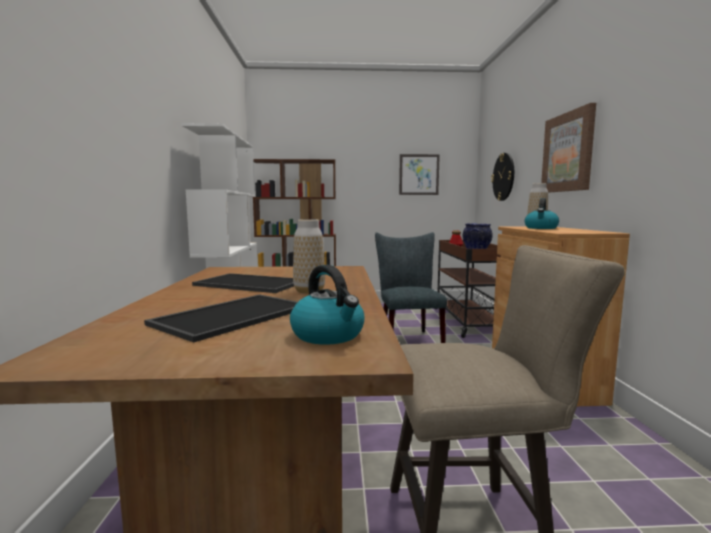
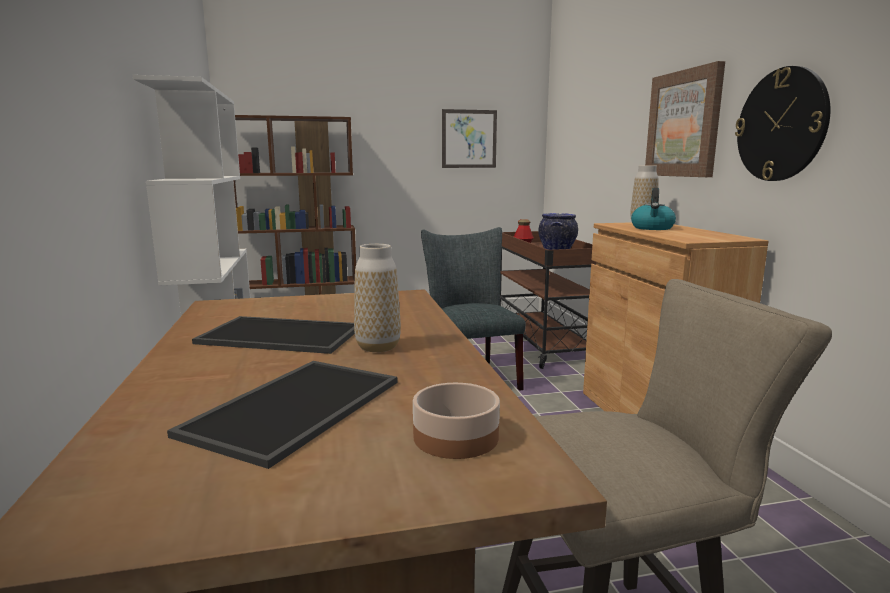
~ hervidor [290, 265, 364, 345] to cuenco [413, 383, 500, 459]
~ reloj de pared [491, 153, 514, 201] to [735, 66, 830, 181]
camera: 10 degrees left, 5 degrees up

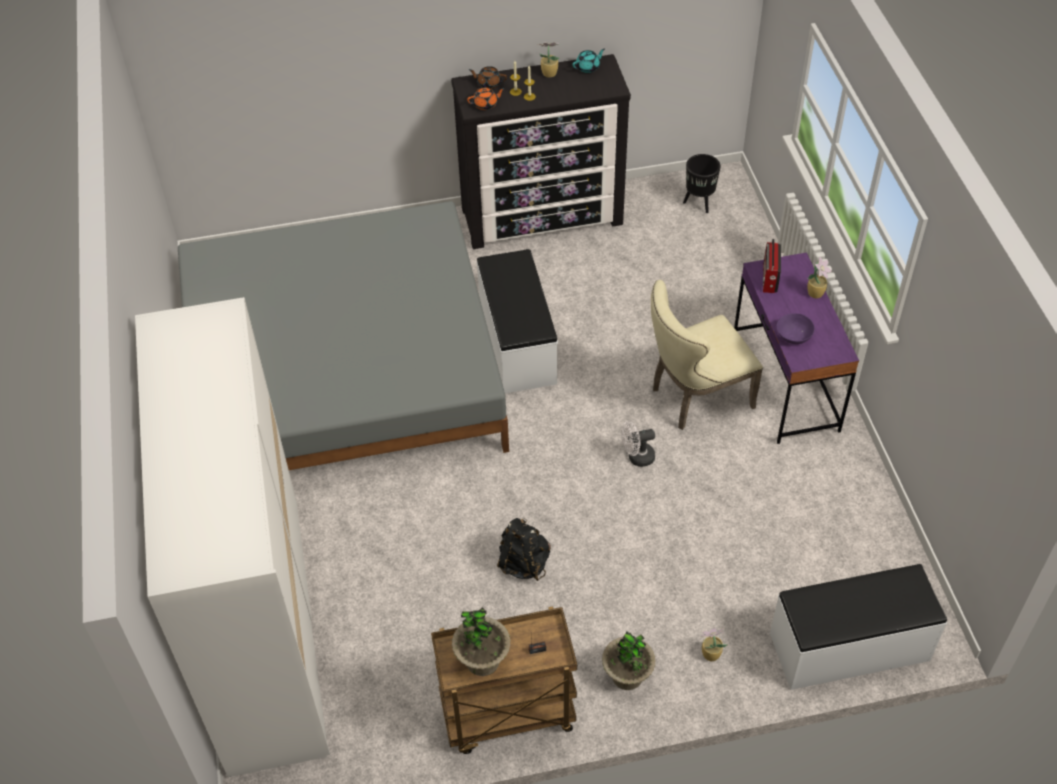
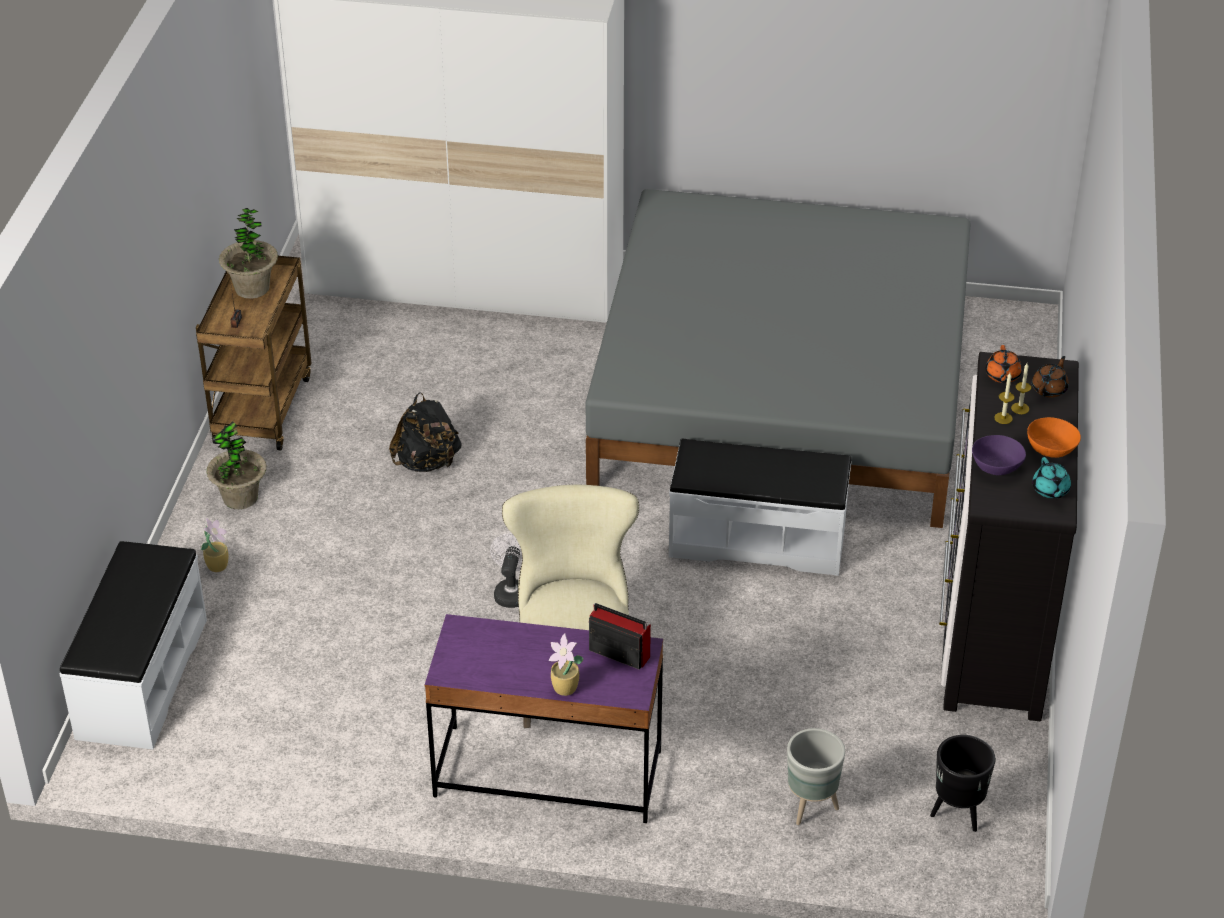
~ planta en maceta [537, 42, 559, 78] to cuenco/naranja [1027, 417, 1081, 458]
~ cuenco/morado [777, 313, 815, 344] to [972, 435, 1026, 475]
+ maceta/gris [787, 728, 845, 825]
camera: 110 degrees right, 10 degrees down

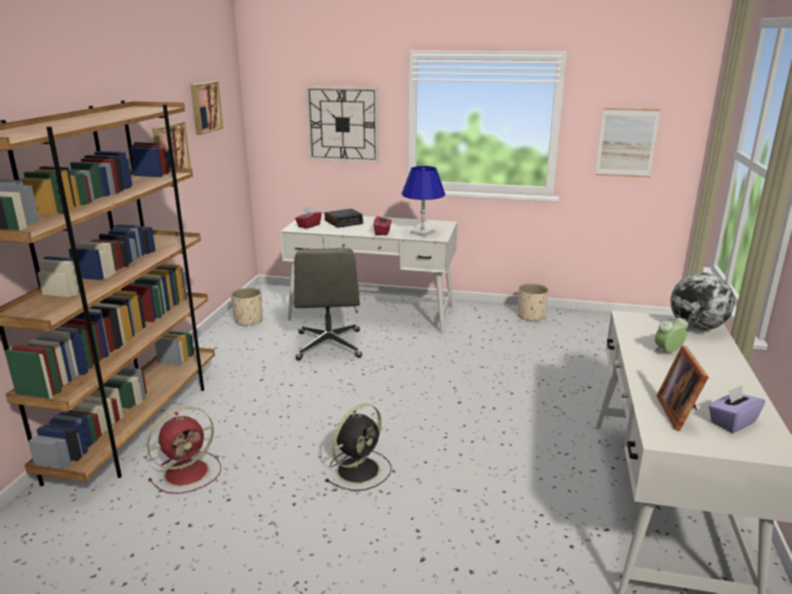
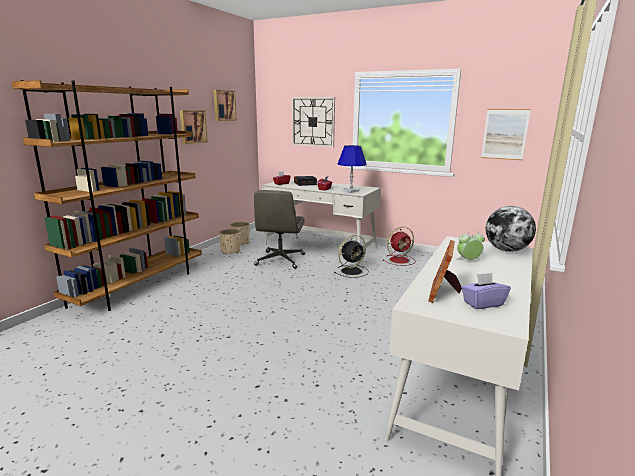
~ ventilador/rojo [147, 407, 221, 494] to [383, 227, 416, 266]
~ ventilador/negro [325, 403, 391, 491] to [334, 235, 369, 278]
~ maceta/beis [518, 284, 549, 322] to [219, 229, 240, 254]
camera: 15 degrees right, 5 degrees down

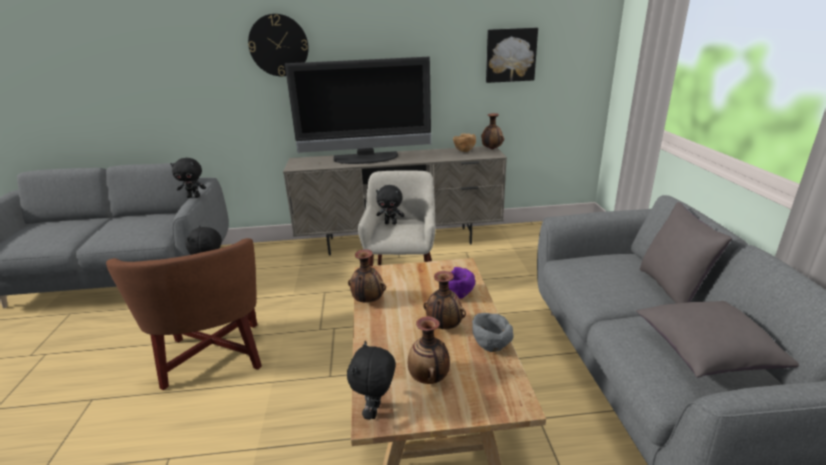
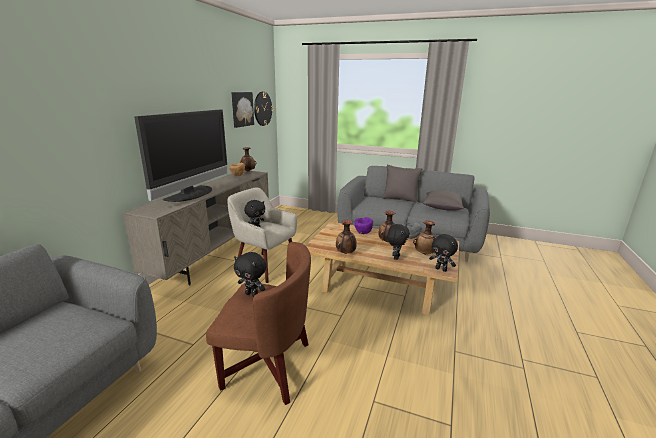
~ peluche/negro [170, 158, 206, 198] to [387, 224, 410, 260]
~ reloj de pared [248, 14, 309, 76] to [254, 92, 273, 126]
camera: 65 degrees left, 5 degrees down

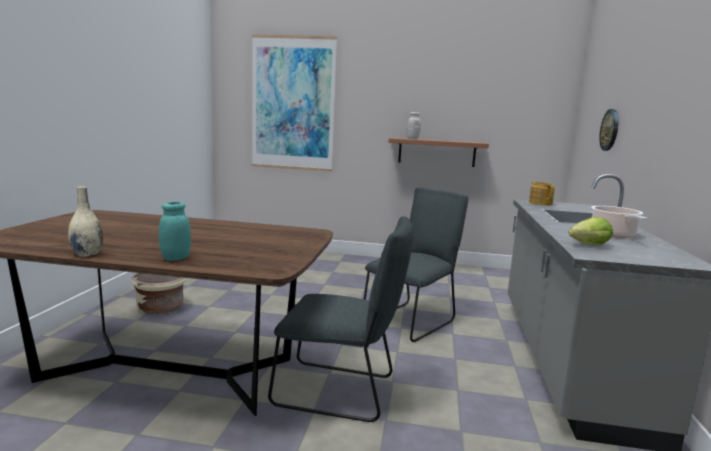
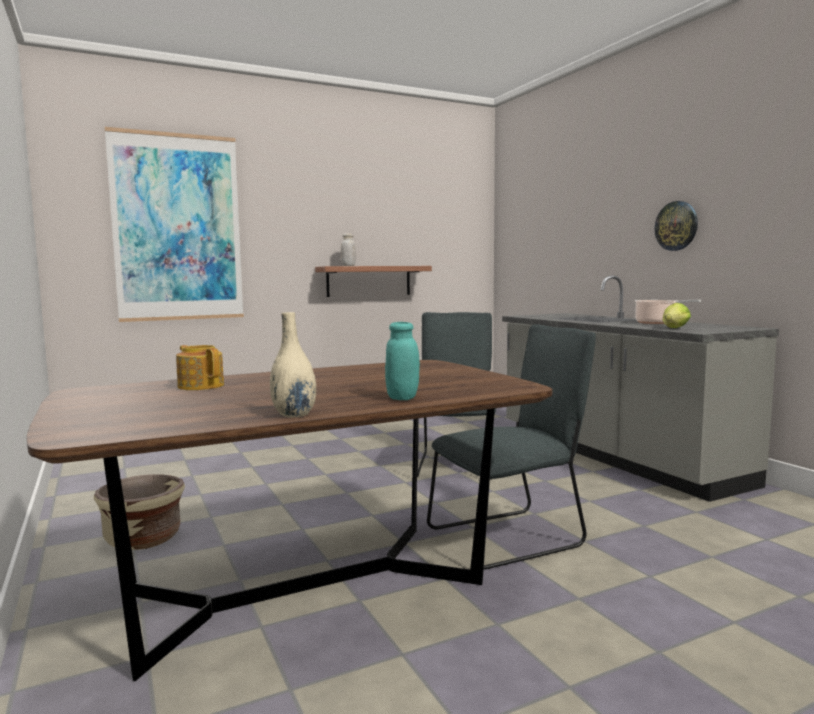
~ tetera [529, 181, 555, 205] to [176, 345, 224, 390]
~ reloj de pared [599, 109, 619, 151] to [655, 201, 698, 251]
camera: 35 degrees left, 5 degrees down

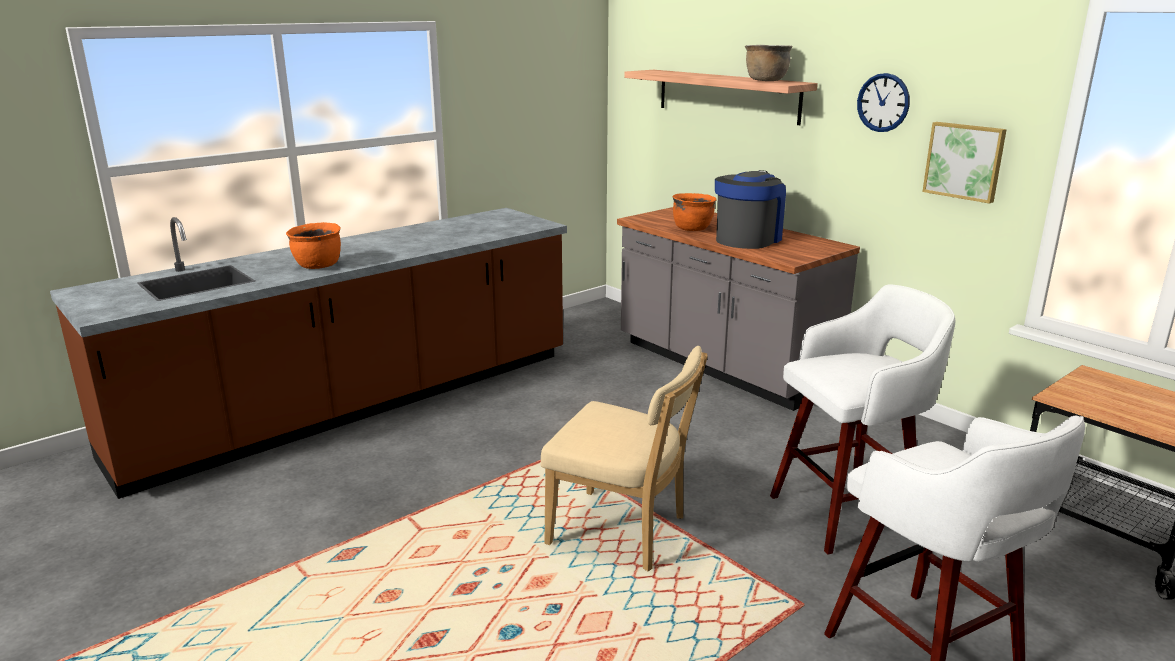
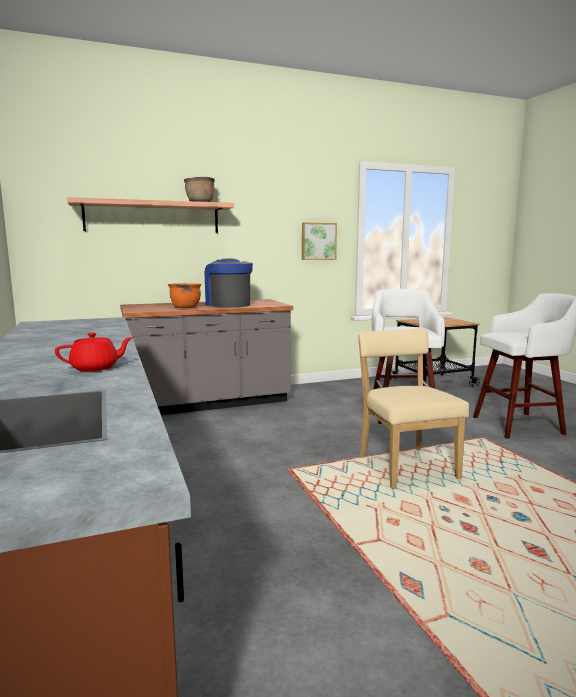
~ olla/naranja [286, 222, 341, 269] to tetera/rojo [55, 333, 133, 372]
~ silla/beis [541, 346, 708, 571] = [358, 329, 469, 488] 60 degrees counterclockwise
- reloj de pared [857, 73, 910, 132]
camera: 70 degrees left, 10 degrees down

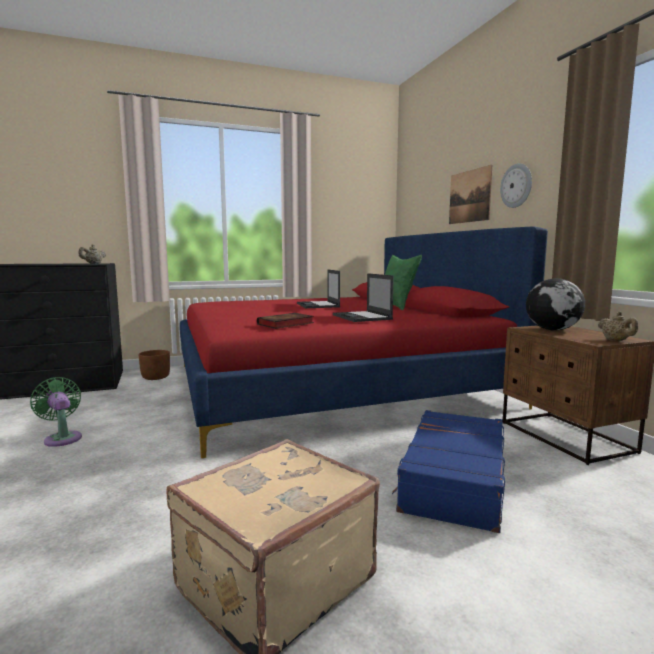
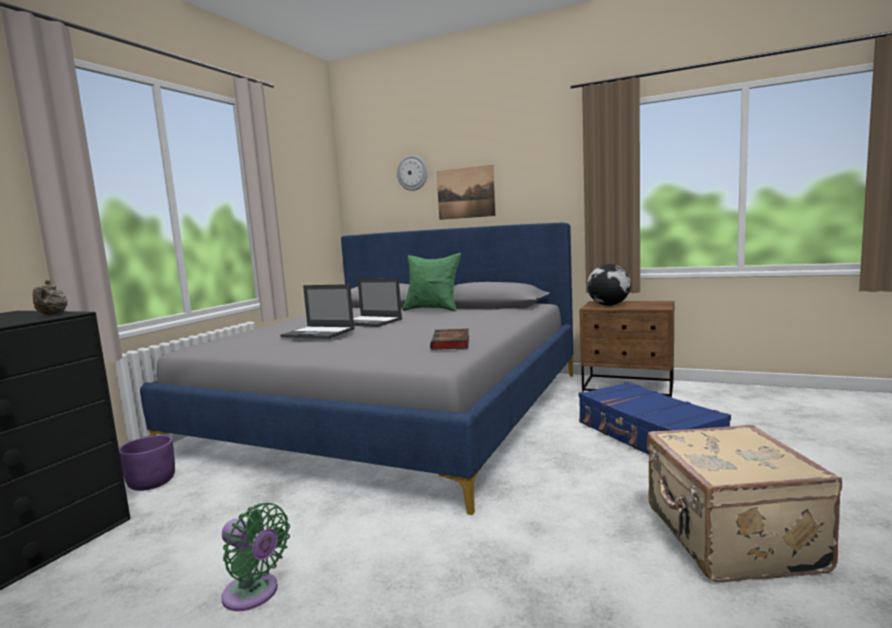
~ ventilador/verde [30, 377, 82, 447] = [221, 503, 290, 611] 150 degrees counterclockwise
~ maceta/marrón [138, 350, 170, 380] to maceta/morado [119, 435, 175, 491]
~ cama/rojo [180, 226, 548, 458] to cama/gris [140, 223, 573, 515]
~ portátil [333, 273, 394, 322] to [280, 284, 355, 339]
~ reloj de pared [500, 163, 532, 208] to [397, 155, 428, 191]
- tetera/beis [598, 312, 638, 341]
camera: 45 degrees left, 0 degrees up

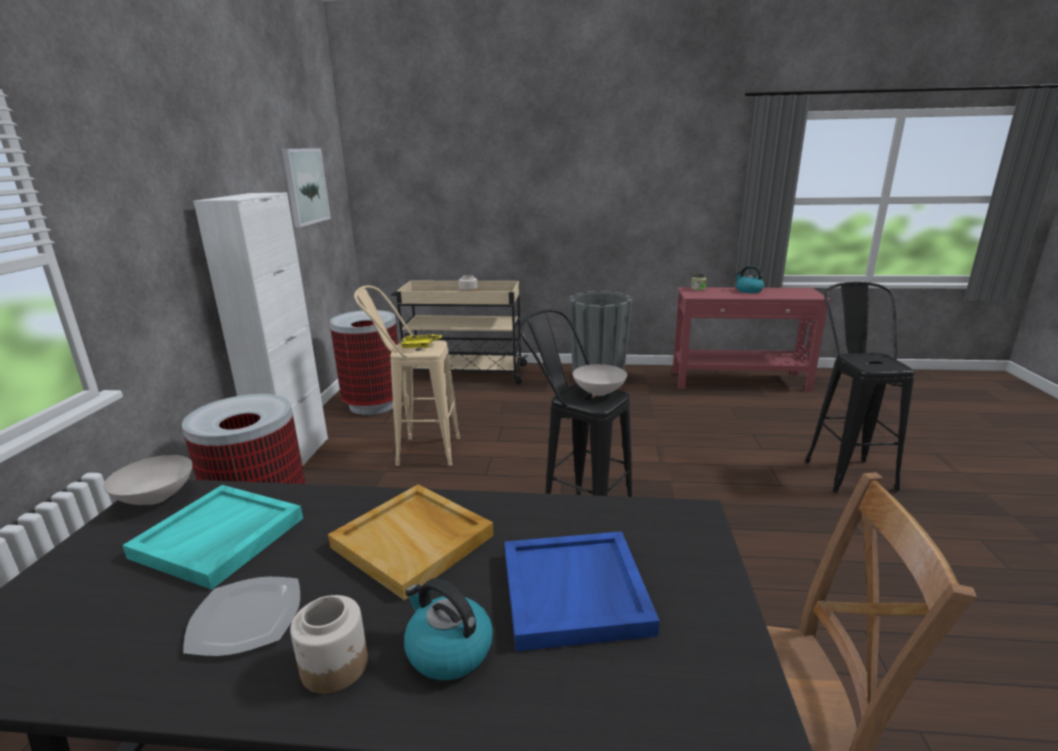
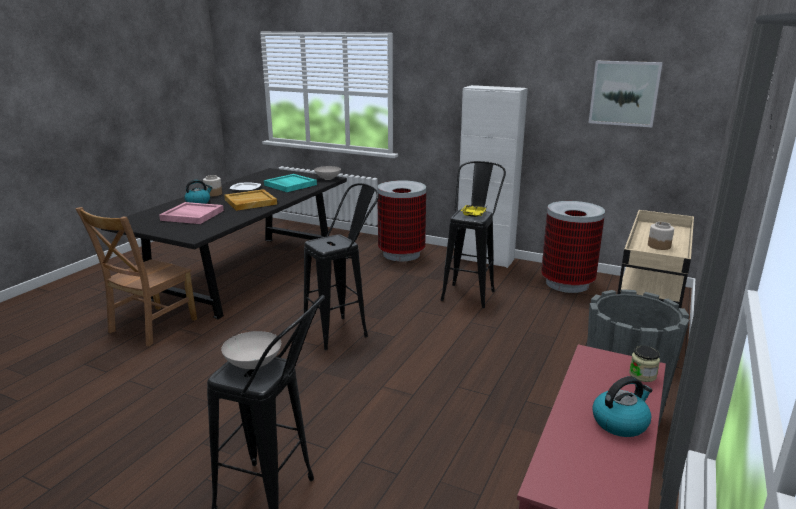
~ taburete/beis [354, 285, 460, 466] to taburete/negro [441, 161, 506, 308]
~ bandeja/azul [505, 531, 660, 651] to bandeja/rosa [159, 202, 224, 224]
~ cuenco/blanco [573, 364, 627, 396] to [221, 331, 281, 369]
camera: 110 degrees right, 0 degrees up

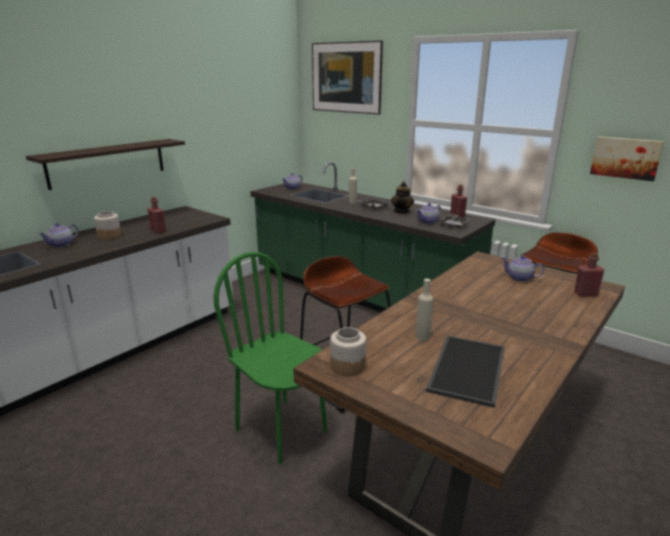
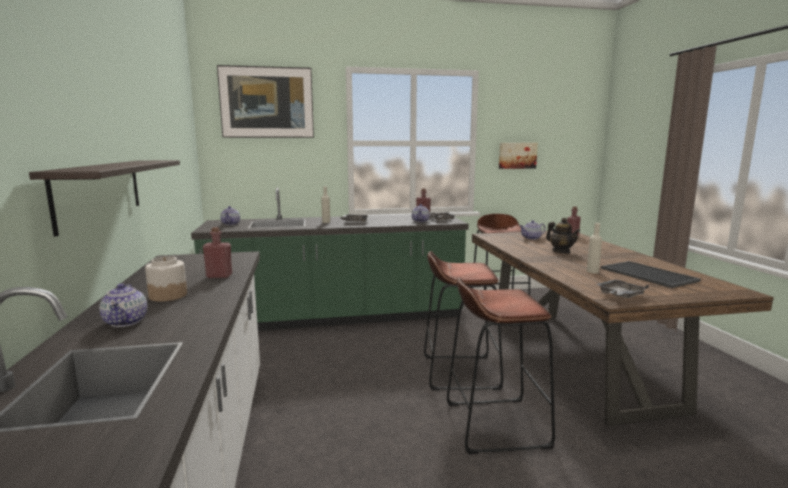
~ silla/verde [213, 252, 327, 464] to taburete/marrón [447, 277, 555, 454]
~ tarro [330, 327, 366, 376] to bandeja/gris [596, 279, 649, 298]
~ tetera [391, 181, 414, 214] to [546, 218, 580, 253]
camera: 50 degrees left, 10 degrees down

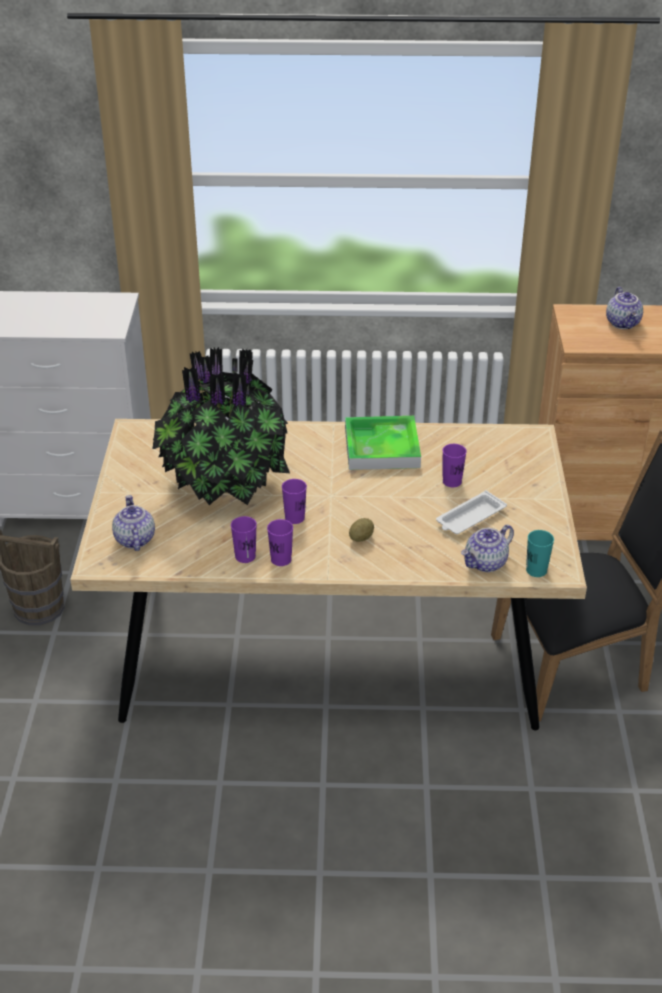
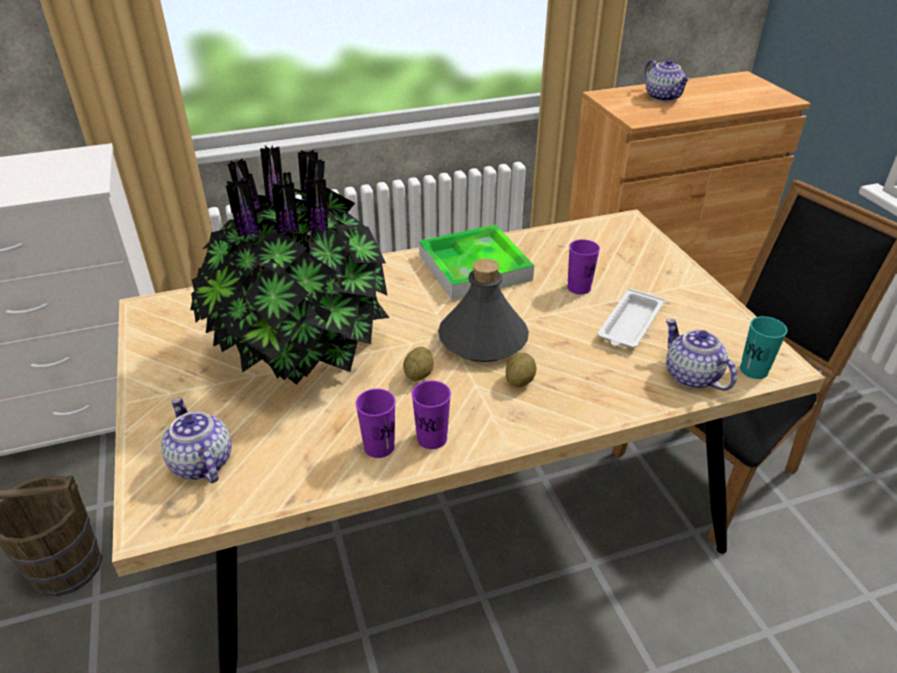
~ taza/morado [282, 479, 307, 524] to patata [403, 347, 433, 381]
~ tetera [461, 524, 514, 572] = [666, 319, 737, 390] 120 degrees clockwise
+ botella/gris [438, 259, 529, 362]
camera: 20 degrees left, 0 degrees up

